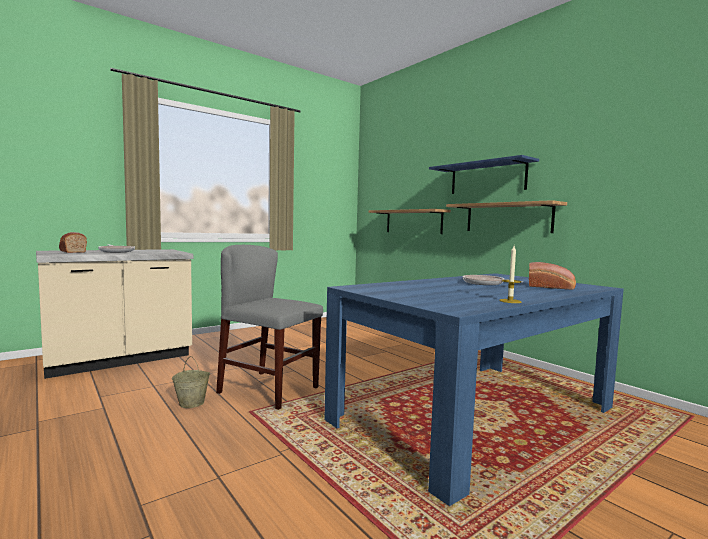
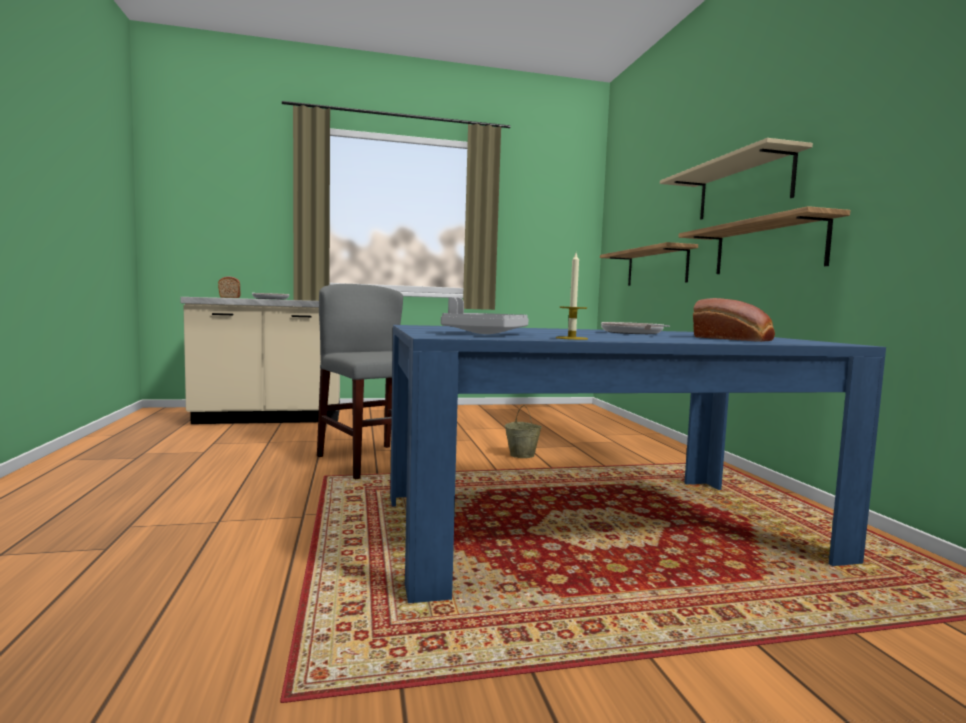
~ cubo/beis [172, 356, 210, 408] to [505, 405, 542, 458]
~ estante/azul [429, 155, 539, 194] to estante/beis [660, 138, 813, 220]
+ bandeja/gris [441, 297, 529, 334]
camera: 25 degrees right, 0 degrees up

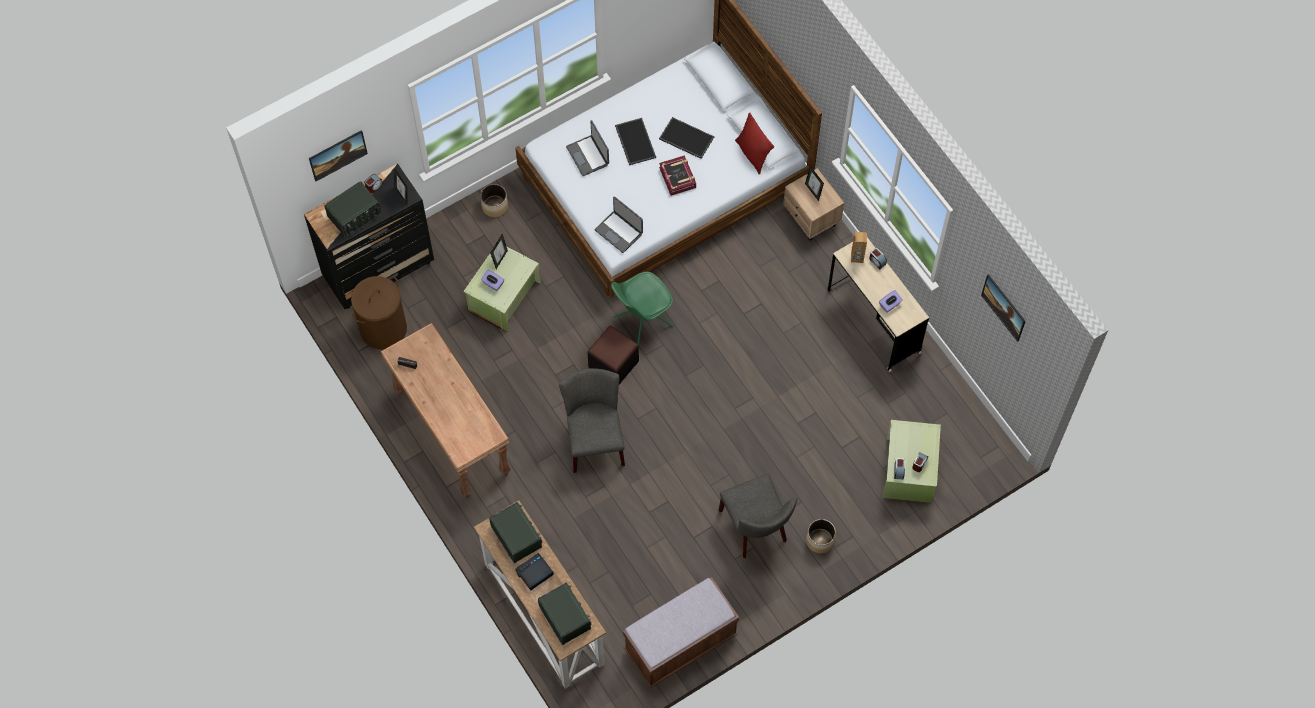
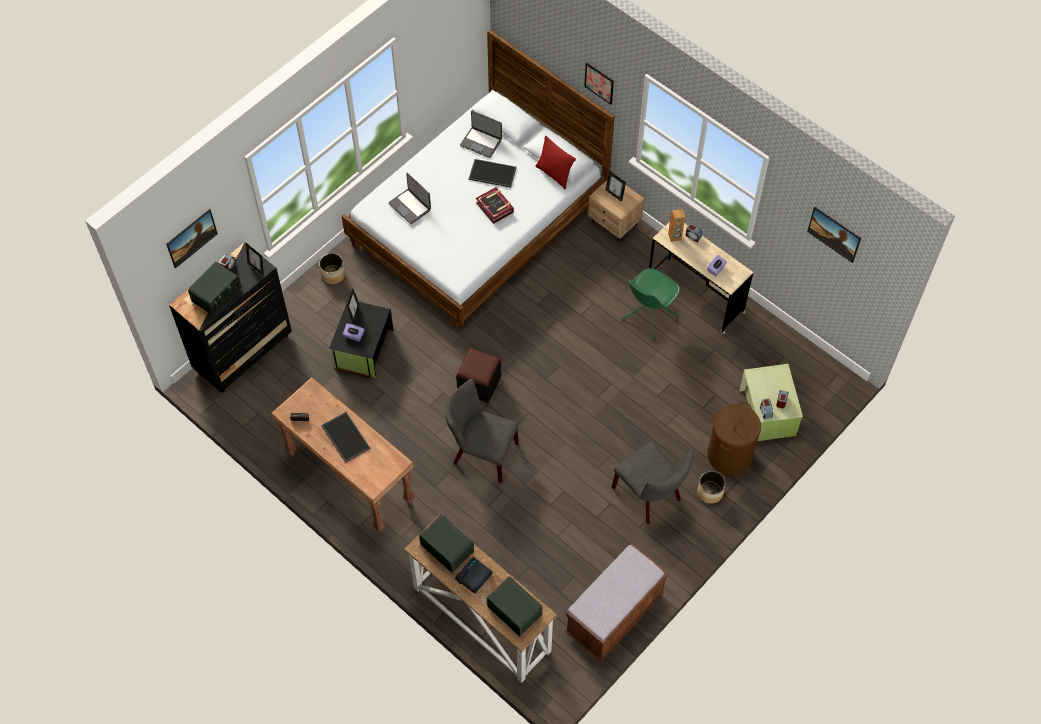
~ cesto de la ropa/marrón [351, 276, 407, 349] to [707, 402, 761, 475]
~ caja de almacenaje/verde [463, 246, 541, 331] to caja de almacenaje/negro [329, 300, 393, 378]
~ silla/gris [559, 368, 625, 473] = [445, 379, 519, 483] 45 degrees counterclockwise
~ portátil [594, 196, 643, 253] to [460, 111, 502, 158]
~ silla/verde [611, 272, 674, 346] to [621, 268, 680, 341]
~ bandeja [615, 118, 656, 165] to [321, 412, 371, 463]
+ cuadro [584, 63, 614, 105]
camera: 15 degrees left, 5 degrees down

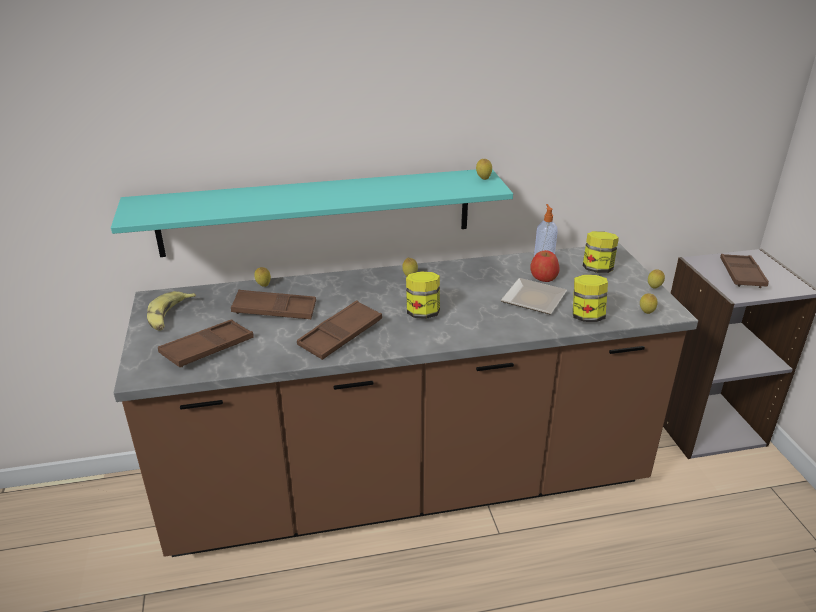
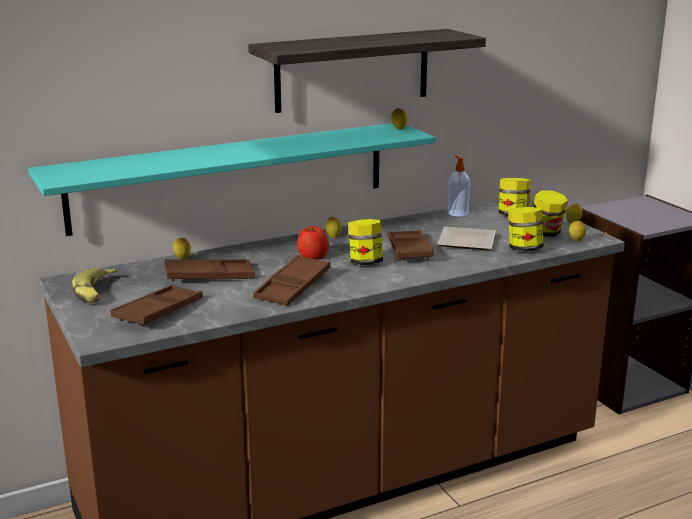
~ manzana [531, 250, 560, 282] to [297, 226, 329, 260]
~ bandeja/marrón [720, 254, 769, 288] to [387, 230, 434, 261]
+ estante [248, 29, 486, 113]
+ tarro [533, 190, 568, 237]
camera: 15 degrees left, 10 degrees down

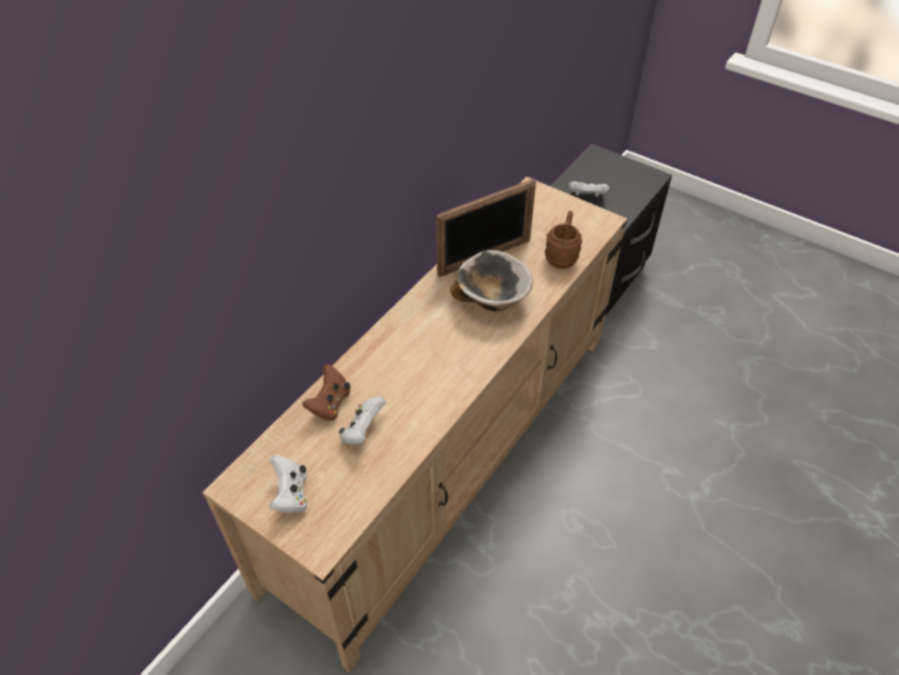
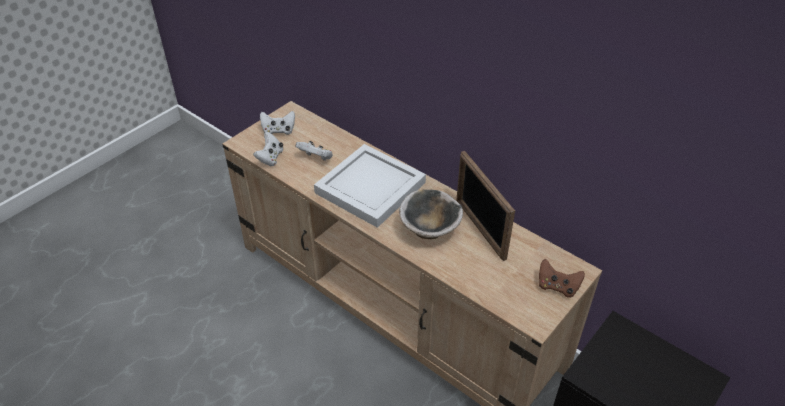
~ mando de consola/marrón [302, 364, 350, 421] to [539, 259, 585, 298]
- taza grande/marrón [545, 211, 582, 269]
~ mando de consola/blanco [569, 180, 609, 197] to [253, 132, 283, 166]
+ bandeja/blanco [314, 144, 426, 228]
camera: 95 degrees right, 5 degrees down

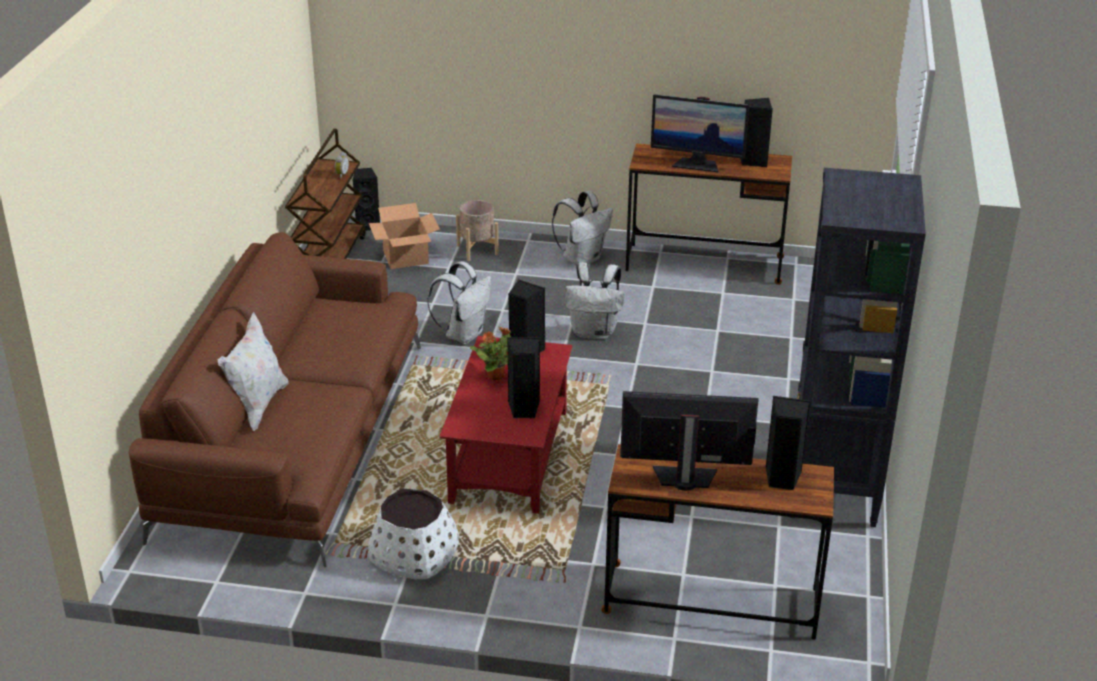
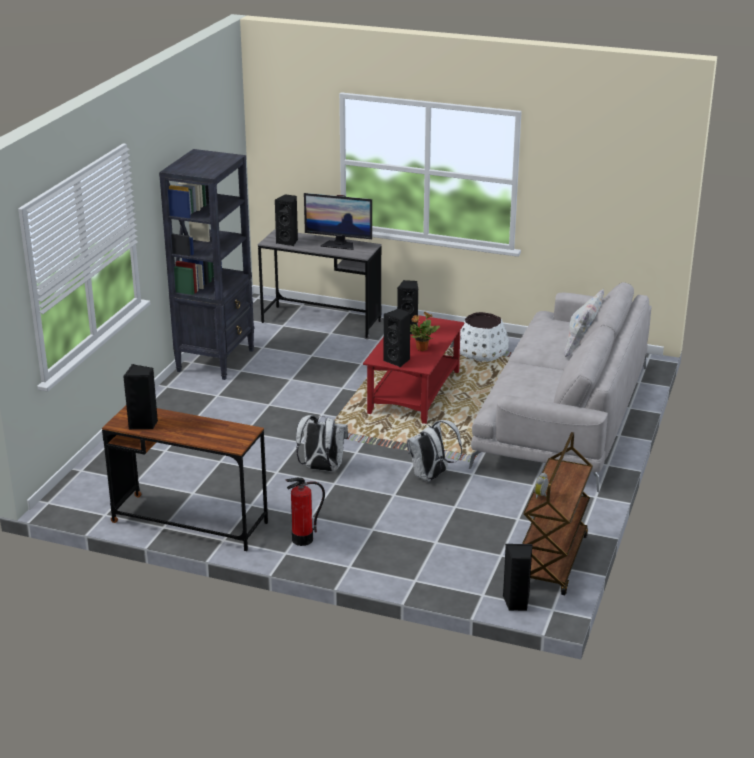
~ sofá/marrón [129, 232, 421, 567] to sofá/gris [469, 282, 652, 493]
- caja de cartón [369, 203, 440, 269]
- maceta/beis [456, 200, 499, 261]
~ mochila/blanco [552, 191, 613, 265] to extintor [286, 478, 325, 546]
~ escritorio/marrón [601, 444, 834, 640] to escritorio/gris [258, 230, 383, 339]
- monitor [651, 94, 749, 173]
camera: 170 degrees left, 5 degrees down

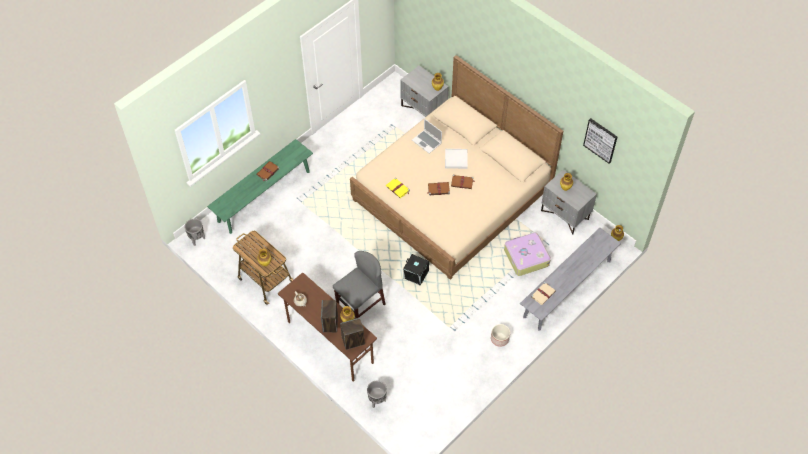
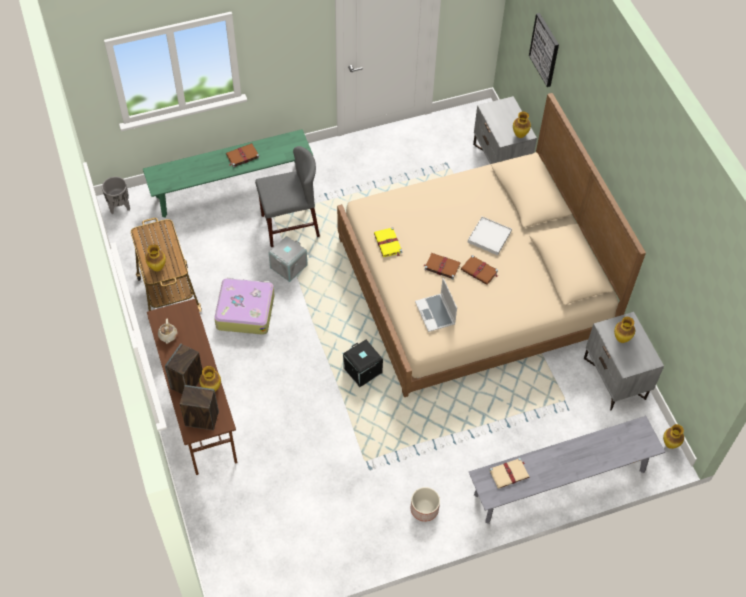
~ silla/gris [333, 251, 386, 319] to [255, 146, 320, 247]
- maceta/gris [367, 380, 387, 408]
~ portátil [412, 119, 442, 154] to [415, 278, 457, 332]
~ maleta [504, 232, 551, 276] to [214, 278, 274, 335]
~ cuadro [583, 118, 617, 164] to [529, 13, 559, 87]
+ caja de almacenaje/gris [269, 236, 308, 282]
camera: 25 degrees right, 0 degrees up

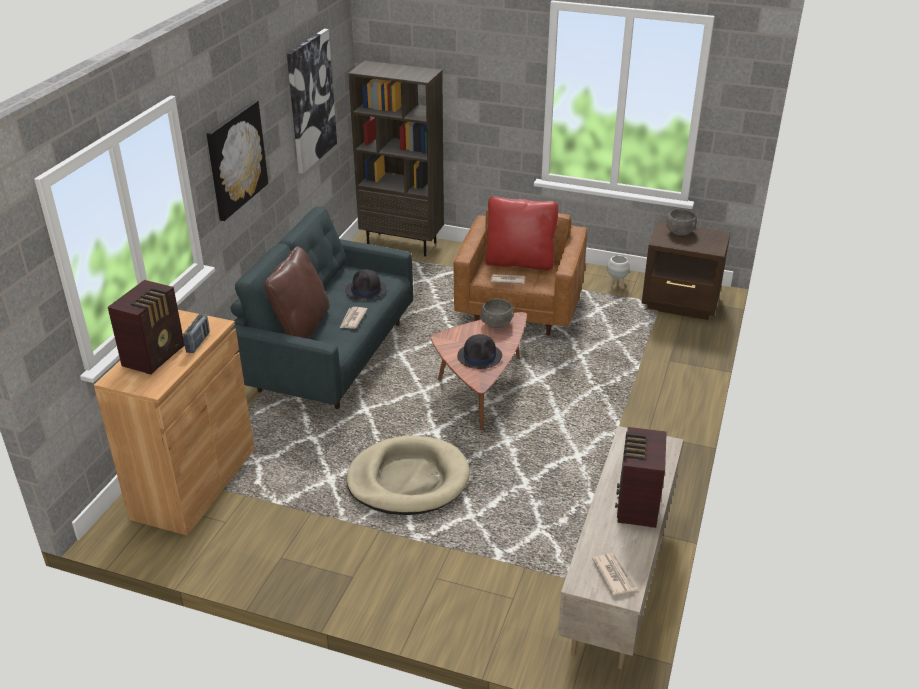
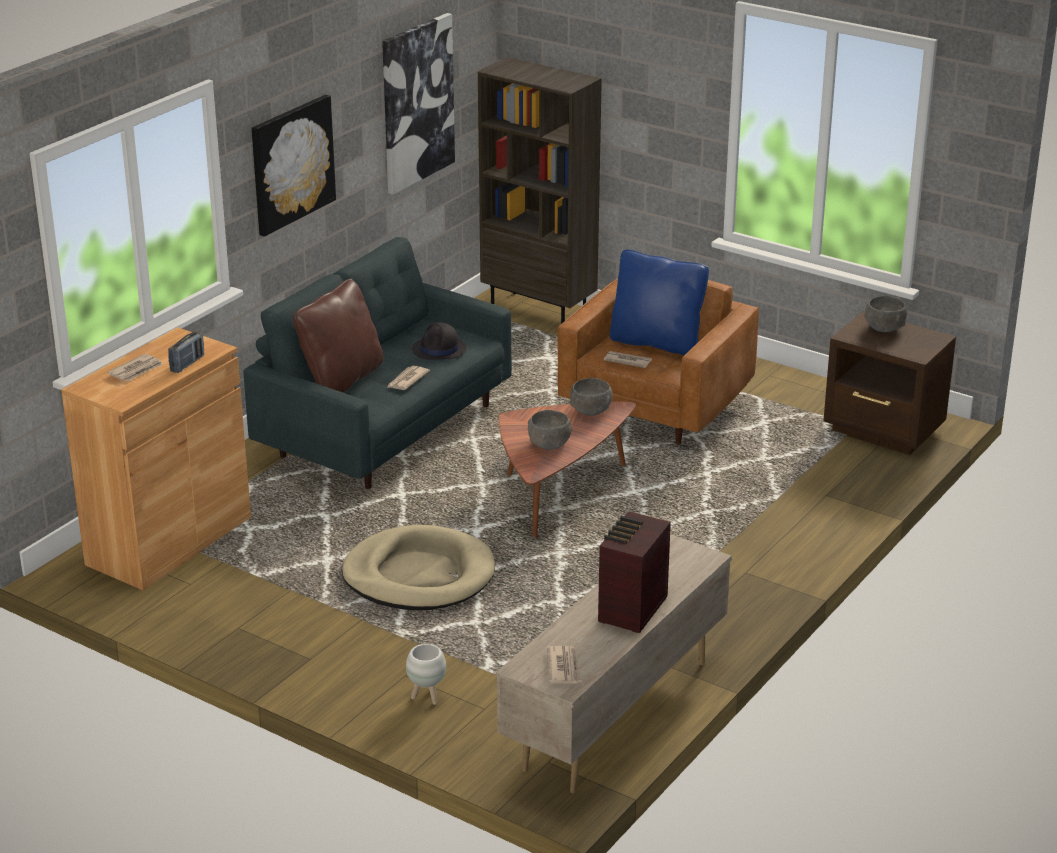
~ radio [108, 280, 184, 375] to periódico [107, 354, 163, 381]
~ sombrero/negro [457, 334, 502, 369] to cuenco/gris [528, 410, 572, 450]
~ cojín/rojo [485, 196, 558, 270] to cojín/azul [610, 249, 709, 356]
~ maceta/blanco [607, 255, 630, 289] to [406, 644, 446, 705]
camera: 15 degrees right, 5 degrees down

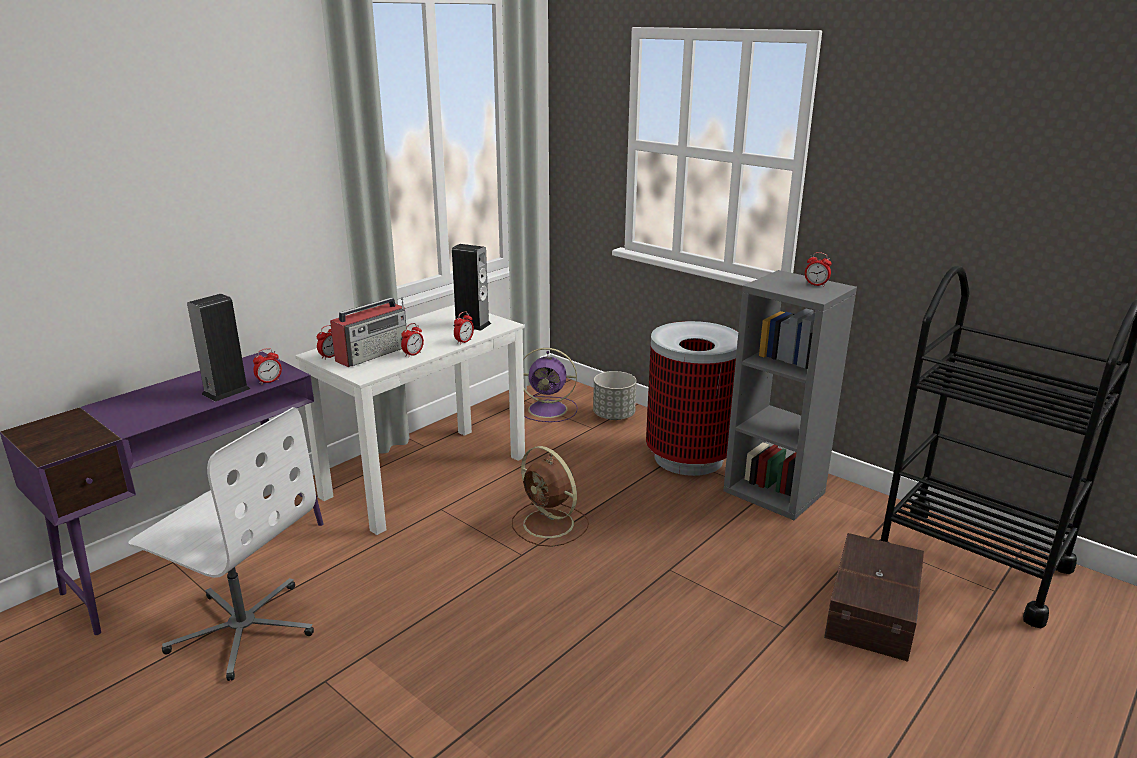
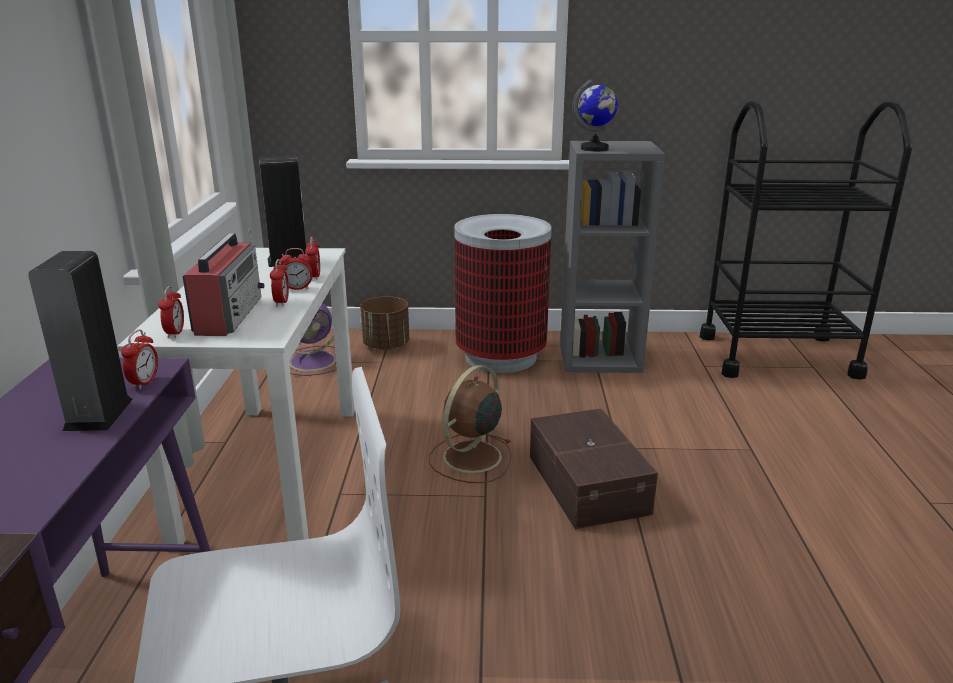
~ ventilador/marrón [512, 446, 589, 547] = [429, 365, 512, 483] 120 degrees clockwise
~ maceta/gris [593, 371, 637, 420] to maceta/marrón [360, 296, 409, 350]
~ despertador [805, 252, 832, 287] to [280, 248, 312, 290]
~ caja de almacenaje/marrón [824, 533, 924, 662] to [530, 408, 658, 529]
+ globo terráqueo [573, 80, 618, 151]
camera: 40 degrees left, 0 degrees up

